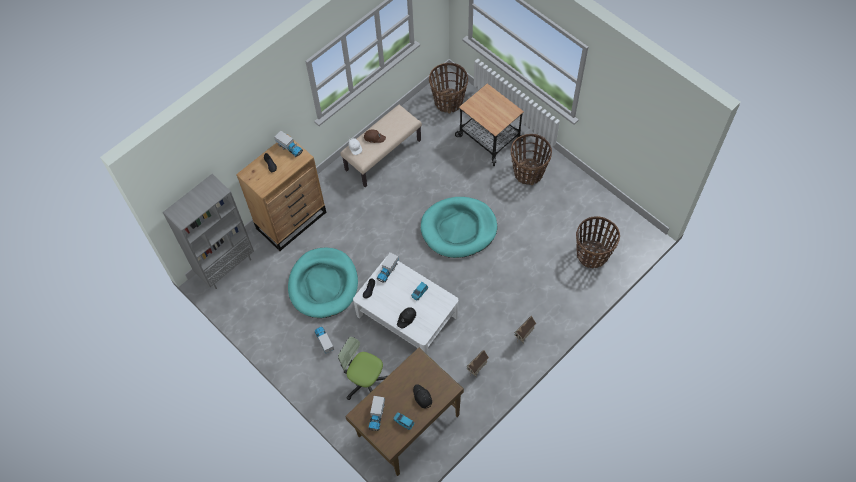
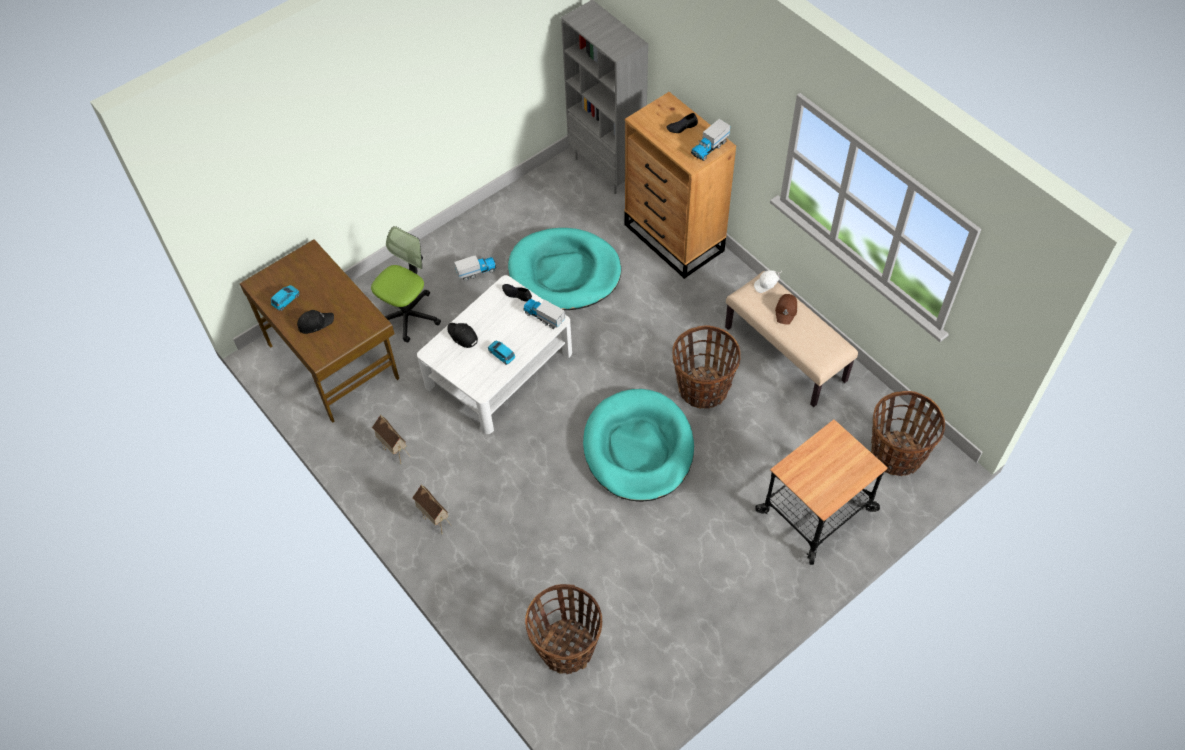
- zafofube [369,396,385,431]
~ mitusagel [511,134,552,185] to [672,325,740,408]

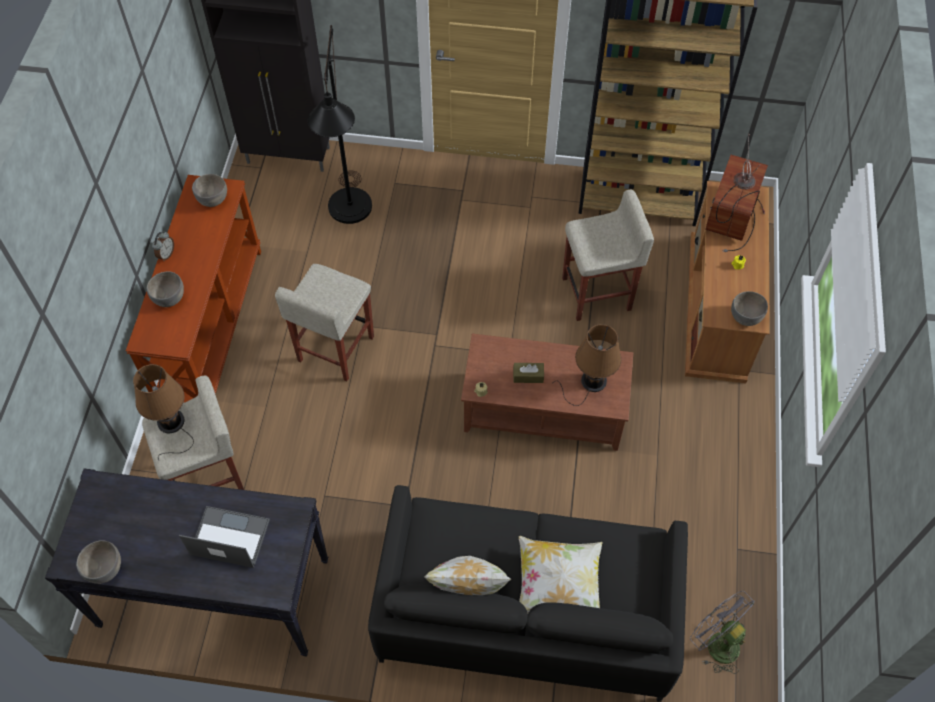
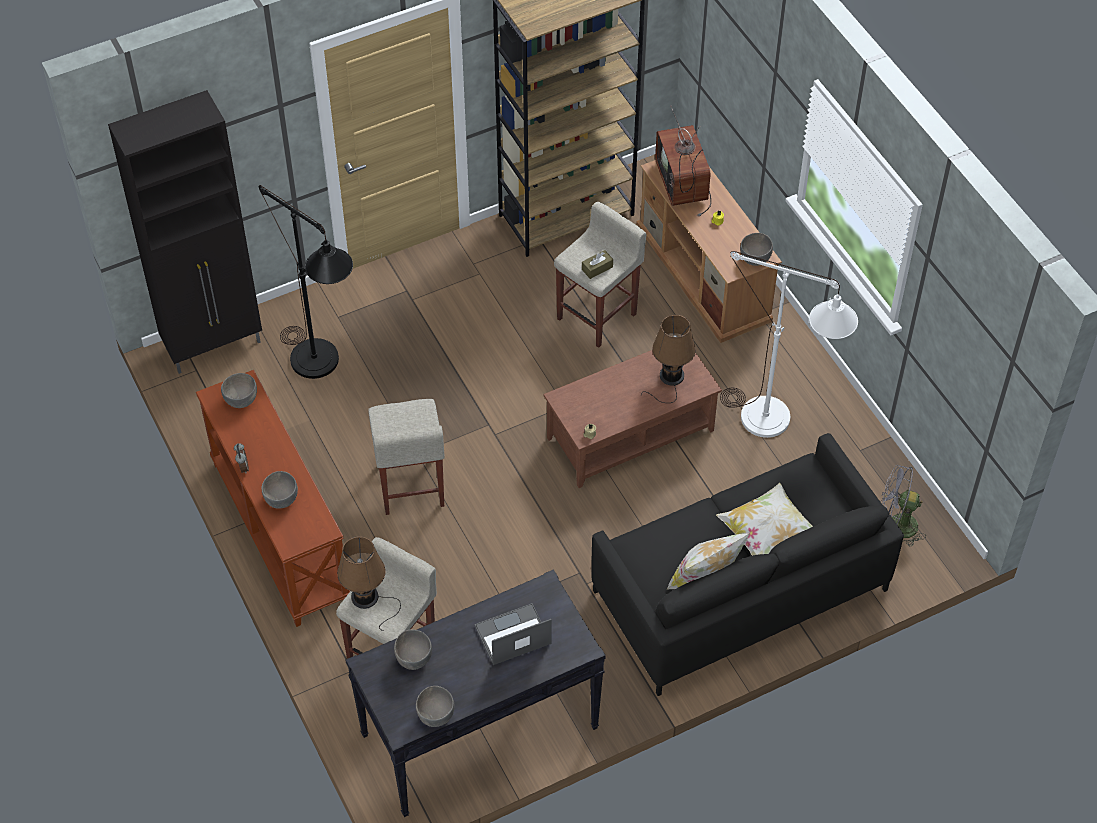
~ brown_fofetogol [513,363,544,383] to [582,250,613,279]
+ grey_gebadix [394,629,432,670]
+ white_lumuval [720,251,858,438]

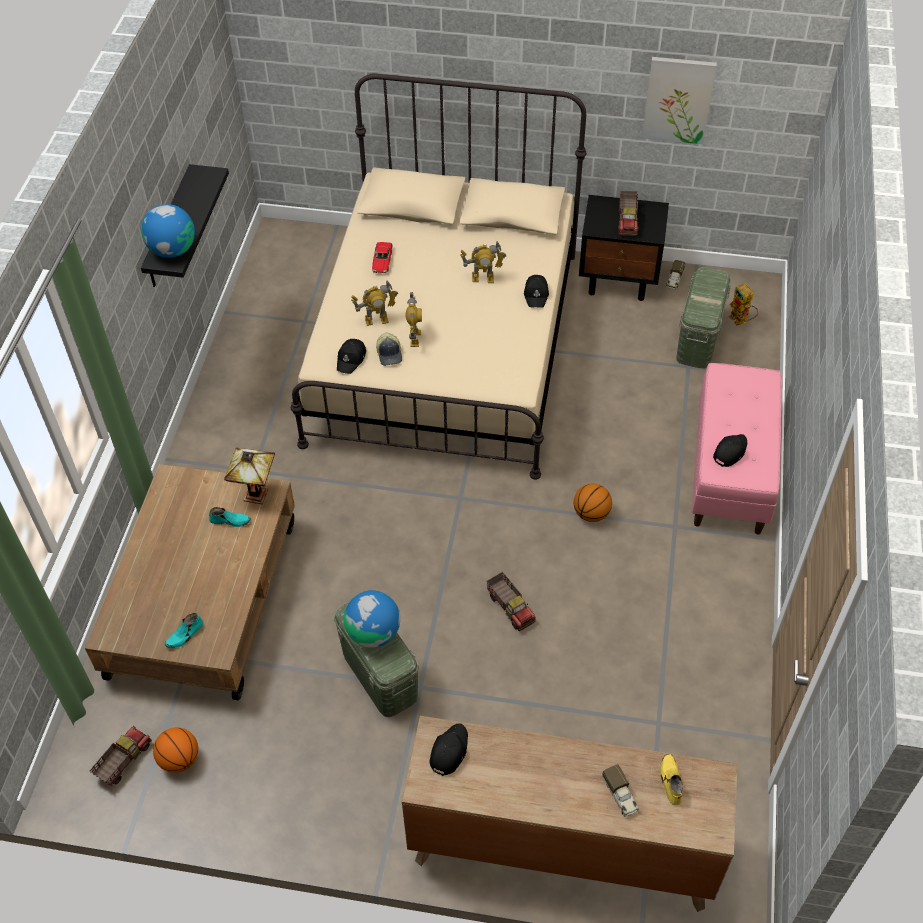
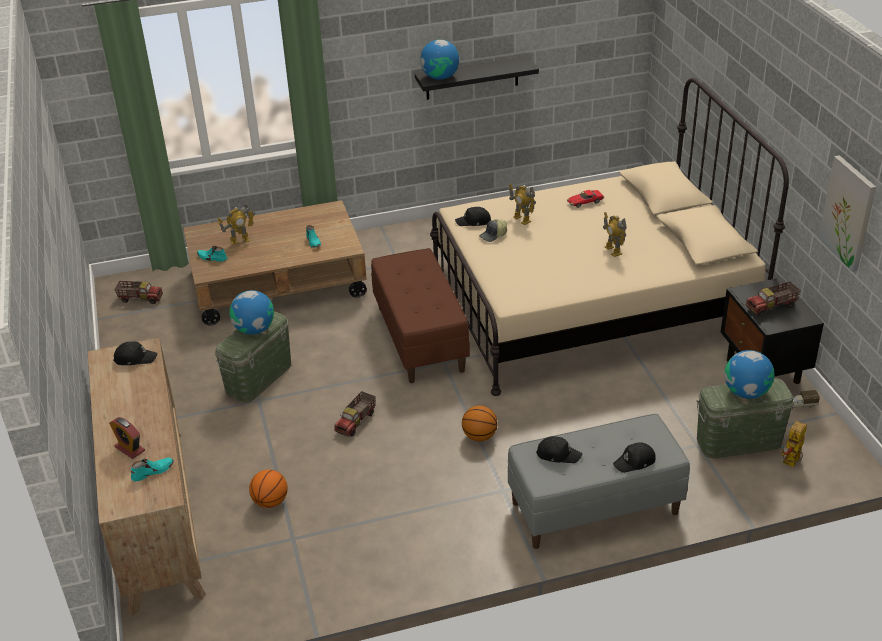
~ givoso [153,727,198,773] to [249,470,288,508]
- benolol [224,448,275,504]
~ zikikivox [405,292,422,347] to [217,203,255,245]
~ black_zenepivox [524,275,549,308] to [613,442,656,473]
~ zafofube [602,764,639,816] to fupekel [109,417,145,459]
~ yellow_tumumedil [660,754,683,805] to turquoise_tumumedil [131,457,174,481]
~ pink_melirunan [692,363,782,534] to grey_melirunan [508,414,690,549]
+ brown_melirunan [371,248,470,383]
+ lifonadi [724,350,775,399]

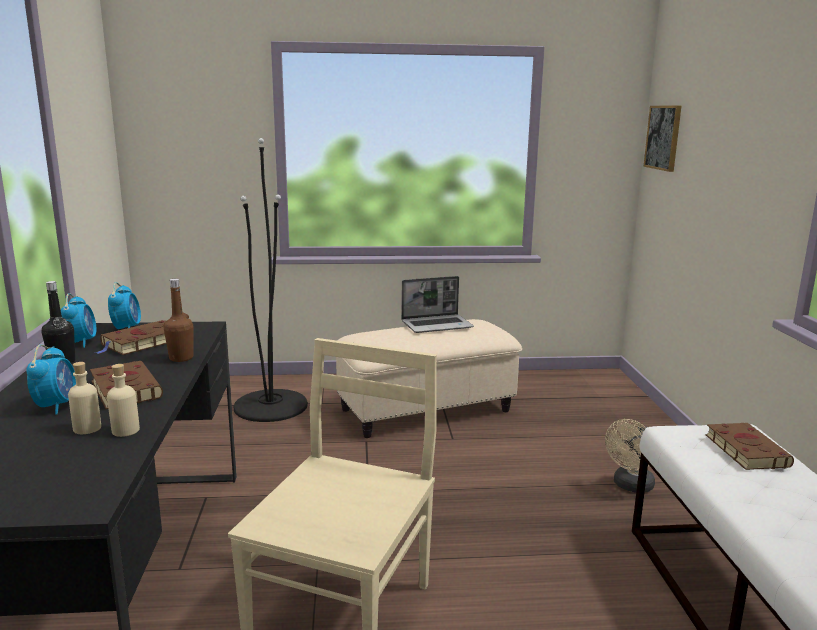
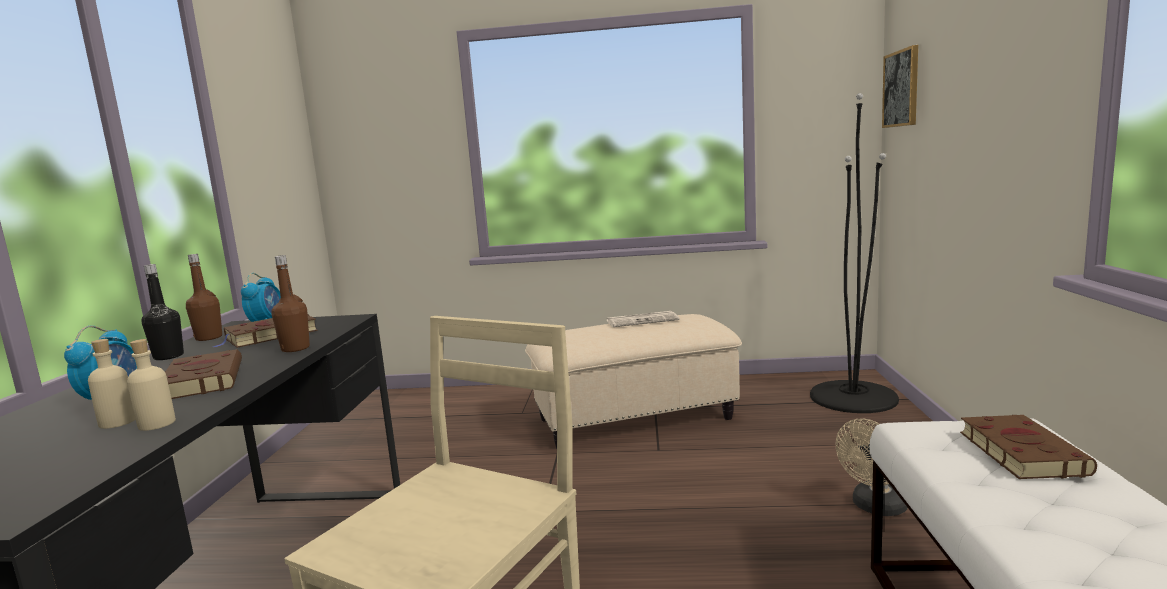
~ fupekel [61,293,96,348] to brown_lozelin [186,254,222,341]
~ black_lumuval [234,138,308,422] to [810,93,899,413]
~ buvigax [401,276,474,333] to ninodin [607,311,679,327]

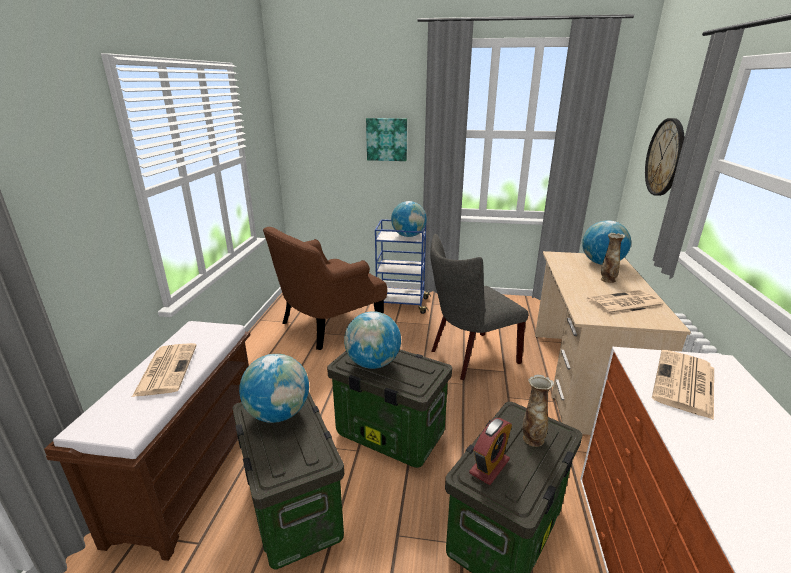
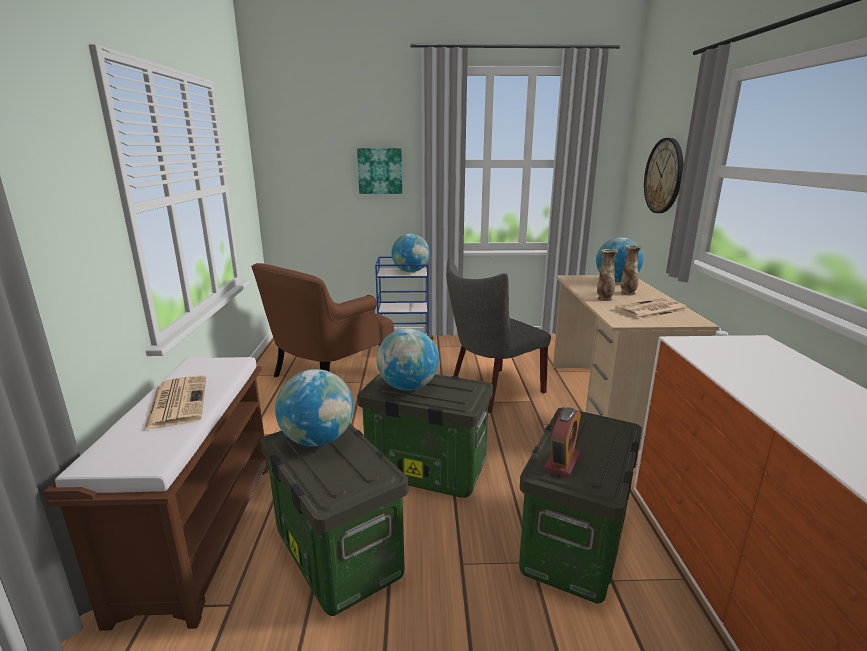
~ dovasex [522,375,554,447] to [597,249,618,301]
- ninodin [652,350,714,420]

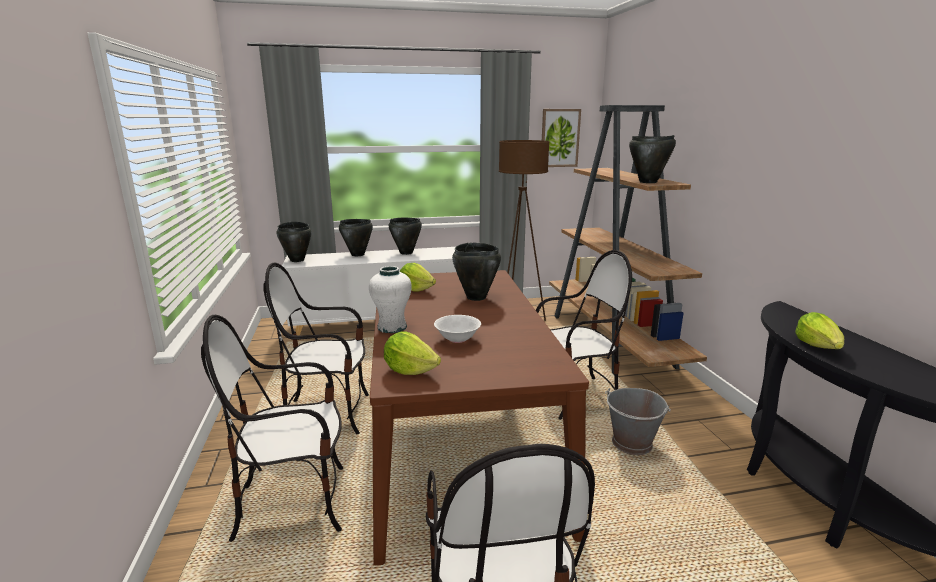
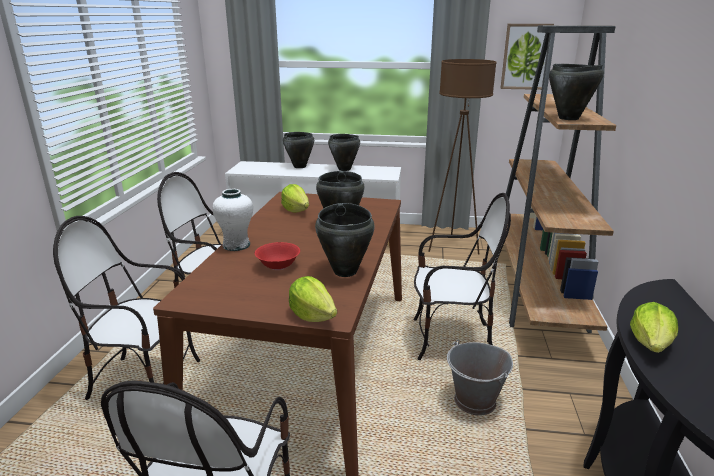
~ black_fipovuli [276,222,312,262] to [315,203,375,277]
~ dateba [384,331,441,375] to [289,276,337,322]
~ white_gebadix [434,315,481,343] to red_gebadix [255,242,300,270]

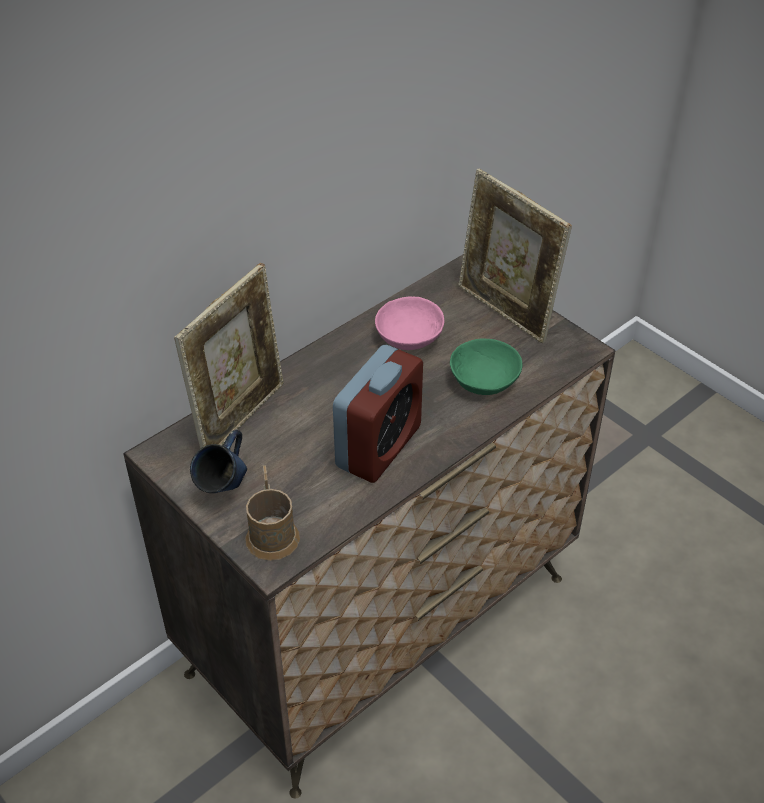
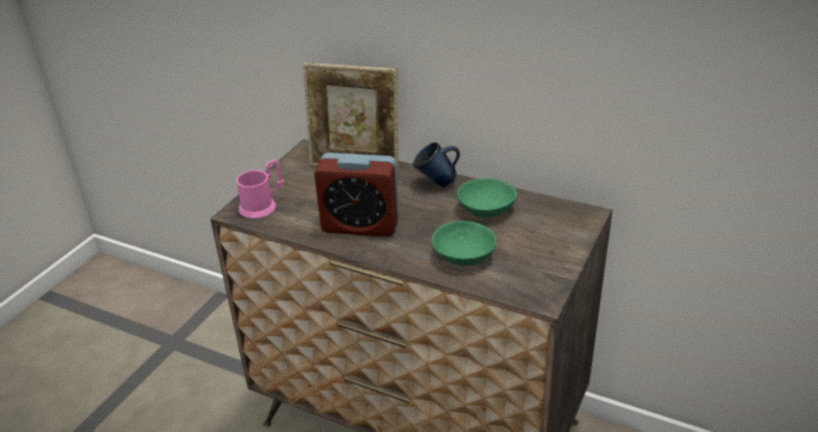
~ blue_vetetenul [190,430,247,493] to [413,142,460,187]
~ brown_vetetenul [245,465,300,561] to pink_vetetenul [236,160,284,218]
~ pink_gebadix [375,297,444,350] to green_gebadix [457,178,517,218]
- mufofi [459,169,572,344]

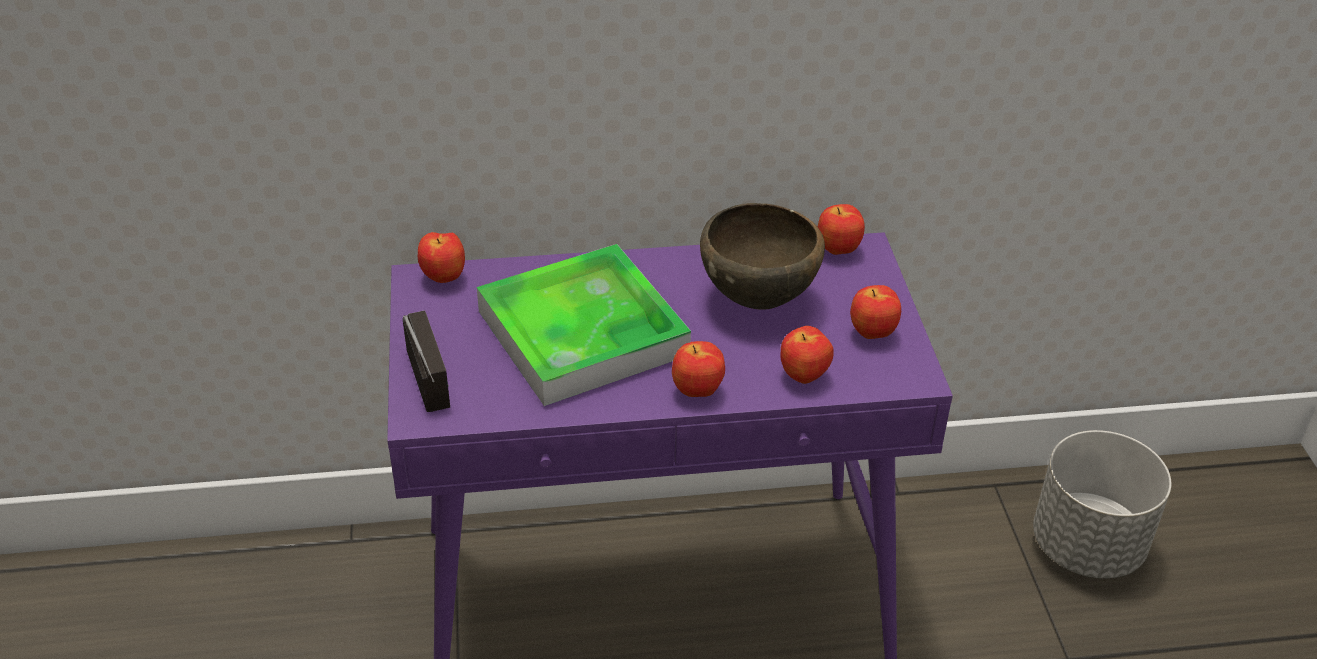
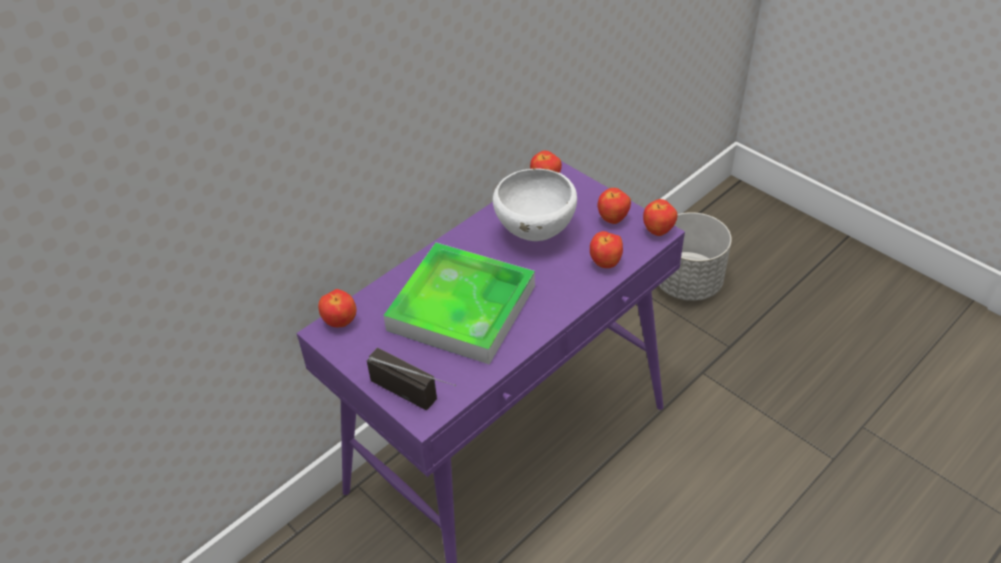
~ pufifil [672,341,725,397] to [643,199,677,236]
~ brown_gebadix [700,203,825,310] to white_gebadix [493,168,577,241]

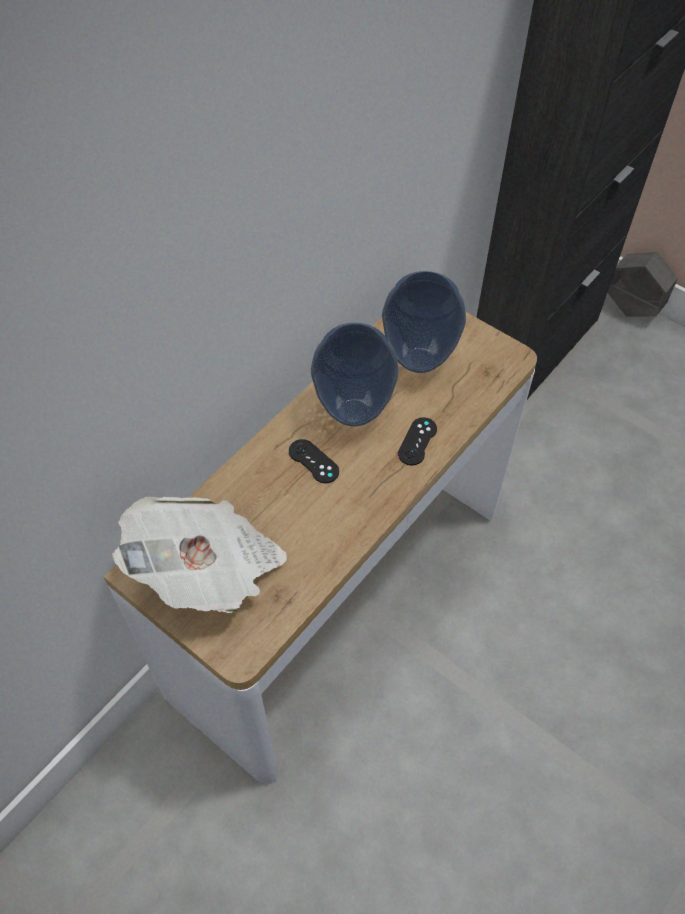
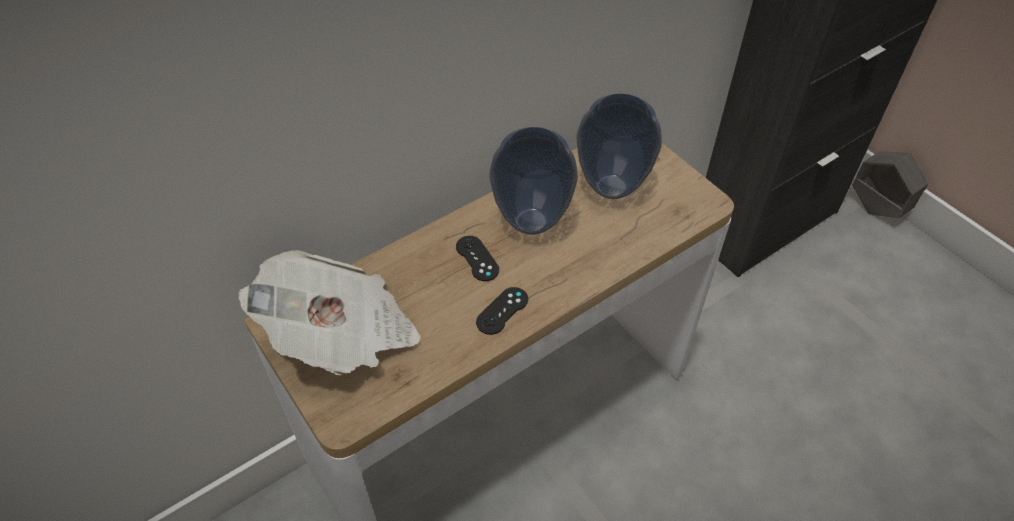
~ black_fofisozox [398,417,437,465] to [476,287,528,335]

